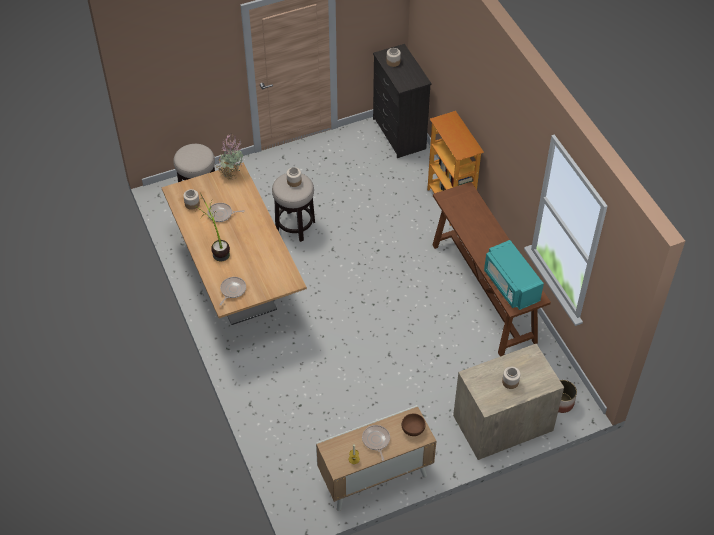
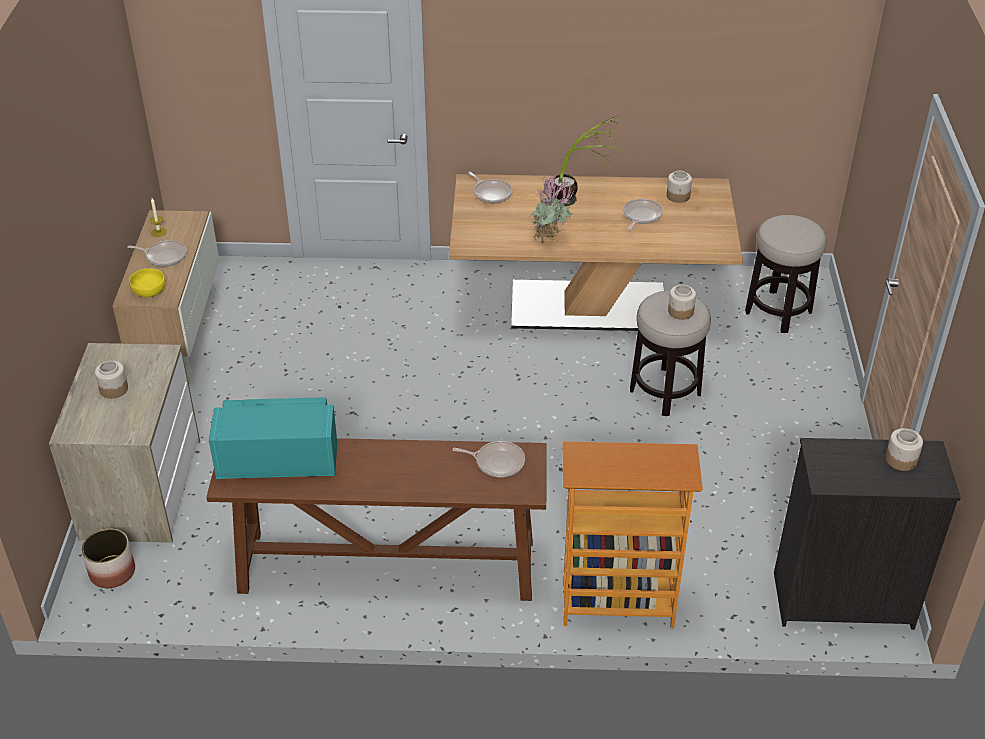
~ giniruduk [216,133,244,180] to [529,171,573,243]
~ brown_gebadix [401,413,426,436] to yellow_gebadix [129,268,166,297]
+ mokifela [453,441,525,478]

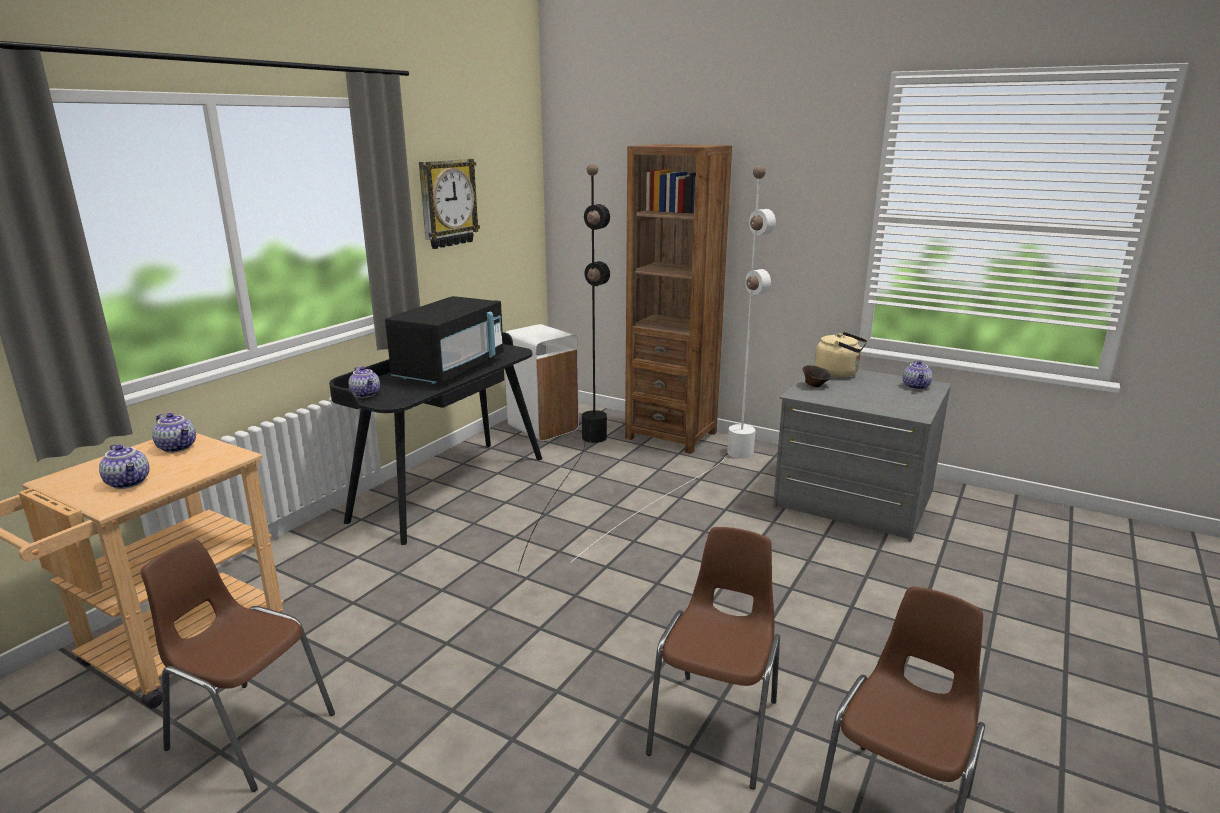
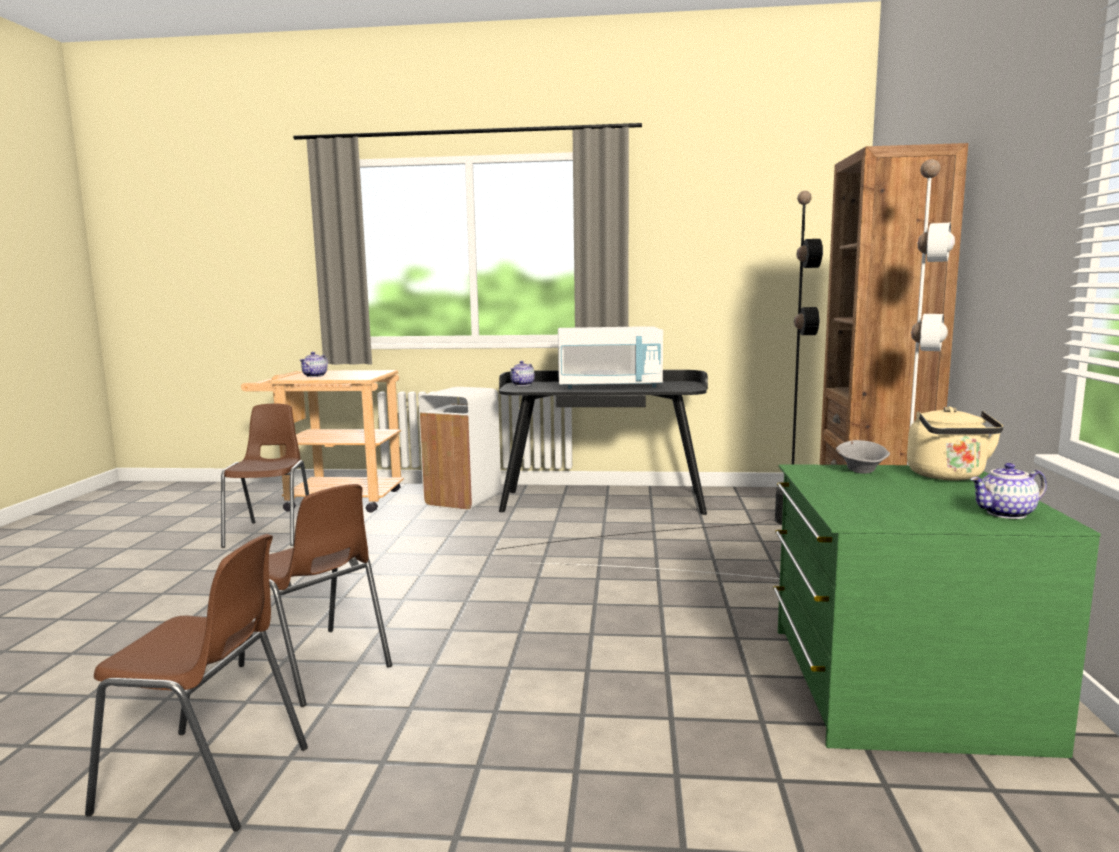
- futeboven [152,413,196,453]
~ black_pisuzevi [385,296,504,384] to white_pisuzevi [558,326,663,389]
- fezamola [419,159,480,249]
~ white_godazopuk [505,324,579,441] to [419,387,501,510]
~ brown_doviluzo [646,527,780,789] = [239,484,392,707] 45 degrees clockwise
~ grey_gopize [773,365,951,542] to green_gopize [773,464,1101,758]
~ brown_gebadix [803,365,832,387] to grey_gebadix [836,440,890,474]

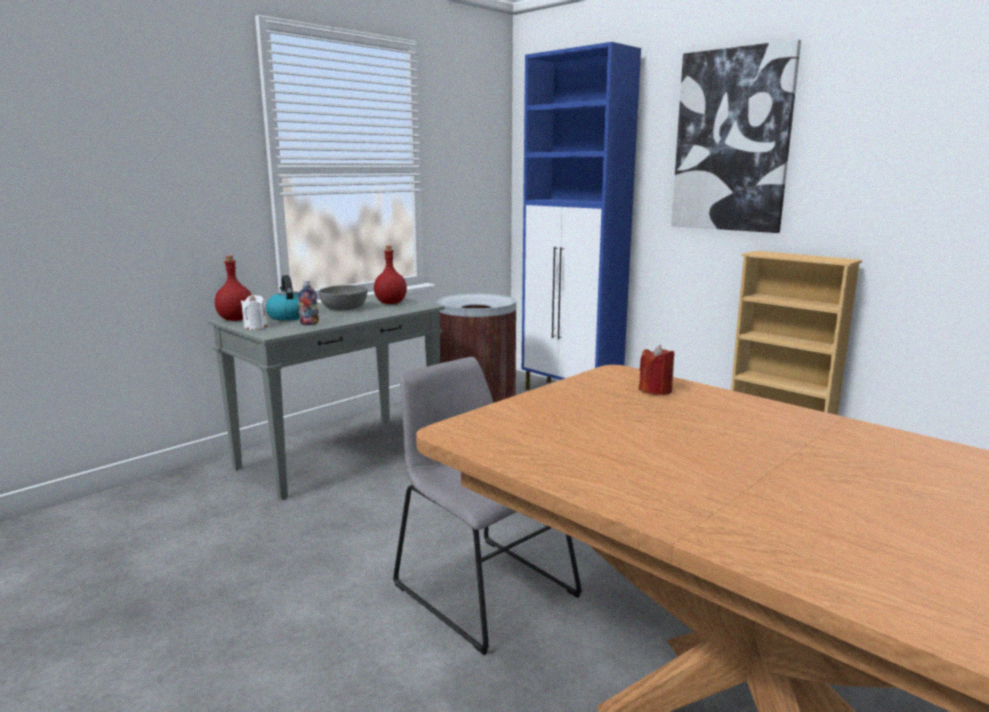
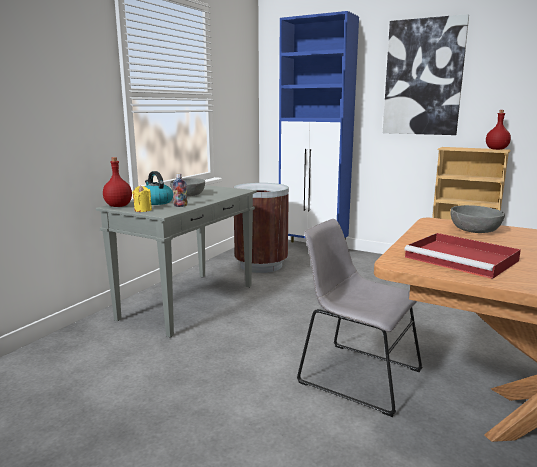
~ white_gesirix [241,294,268,330] to yellow_gesirix [132,185,152,212]
~ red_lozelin [374,246,407,304] to [486,110,511,150]
~ red_gesirix [639,345,674,395] to grey_gebadix [451,205,505,233]
+ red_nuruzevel [404,233,521,279]

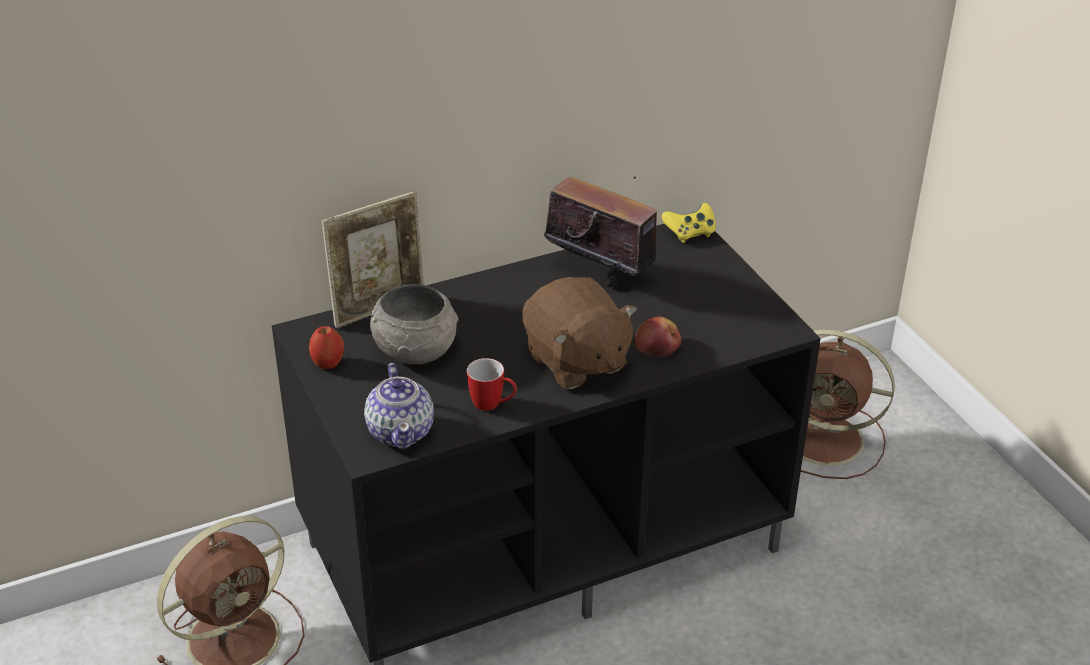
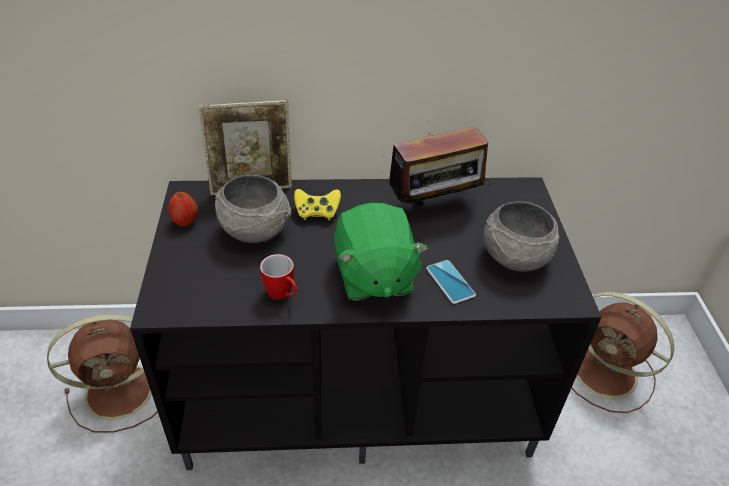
- futeboven [364,363,434,449]
~ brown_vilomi [523,277,637,389] to green_vilomi [334,203,428,301]
~ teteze [544,177,657,288] = [382,126,489,207] 105 degrees clockwise
~ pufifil [635,317,682,357] to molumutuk [426,260,476,304]
~ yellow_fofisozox [662,203,715,243] to [294,189,341,220]
+ grey_gebadix [484,201,560,272]

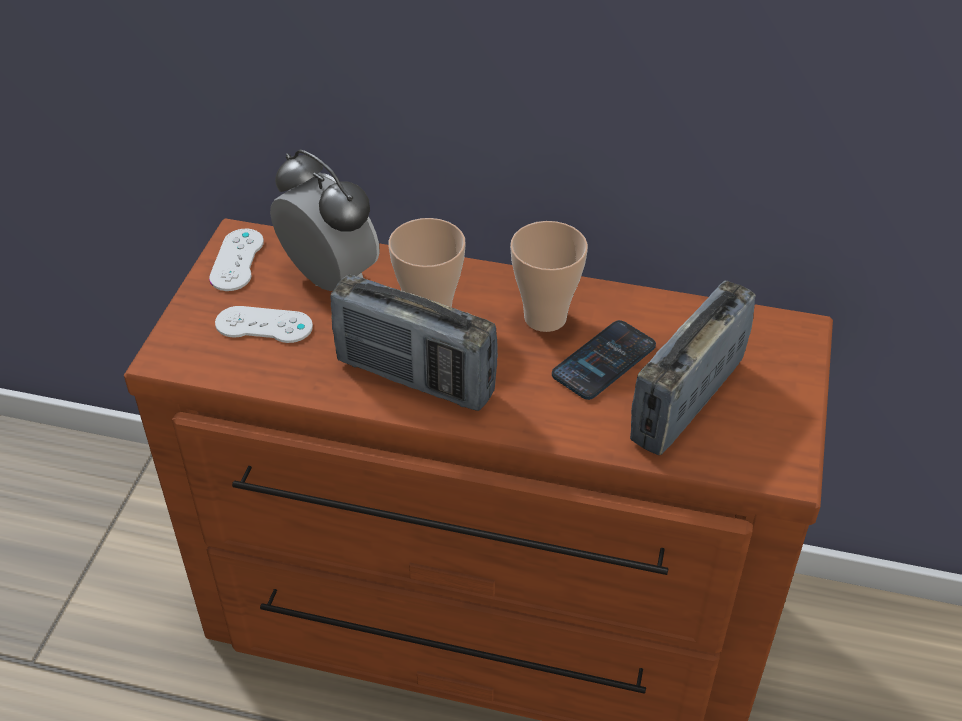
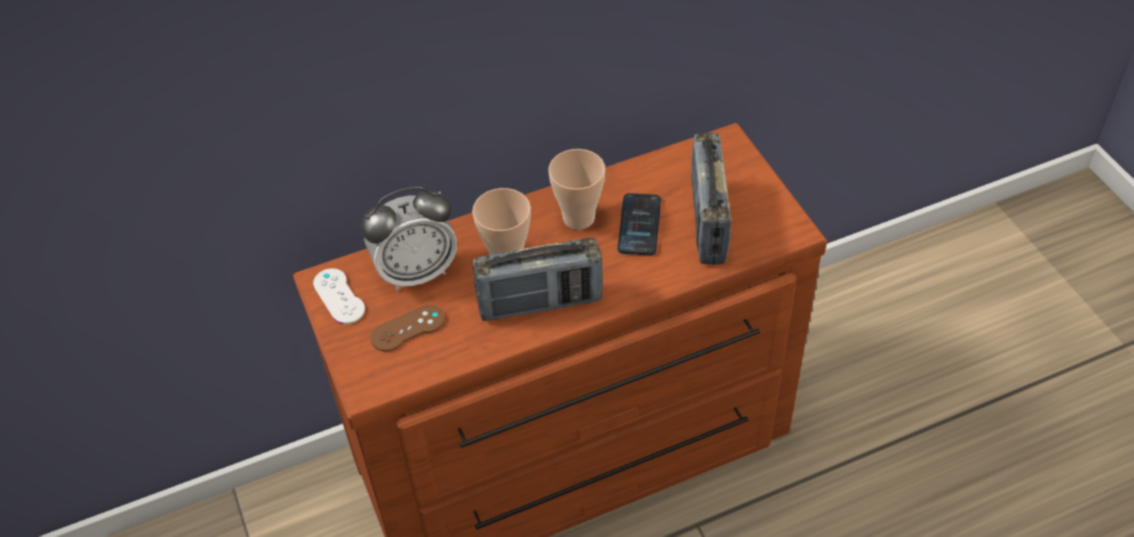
~ white_fofisozox [215,306,313,343] to brown_fofisozox [370,305,445,352]
~ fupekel [270,150,380,291] = [361,186,457,290] 150 degrees clockwise

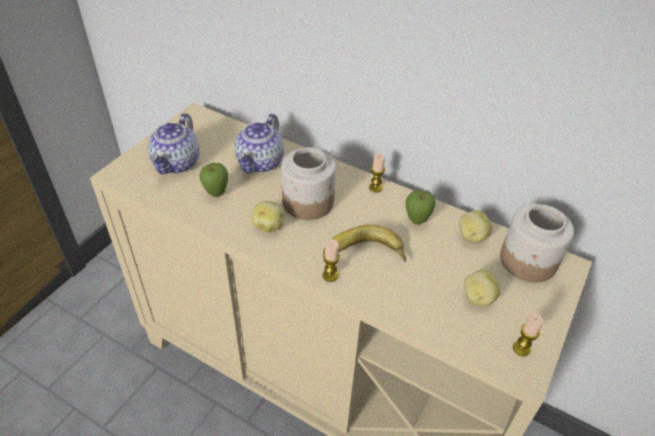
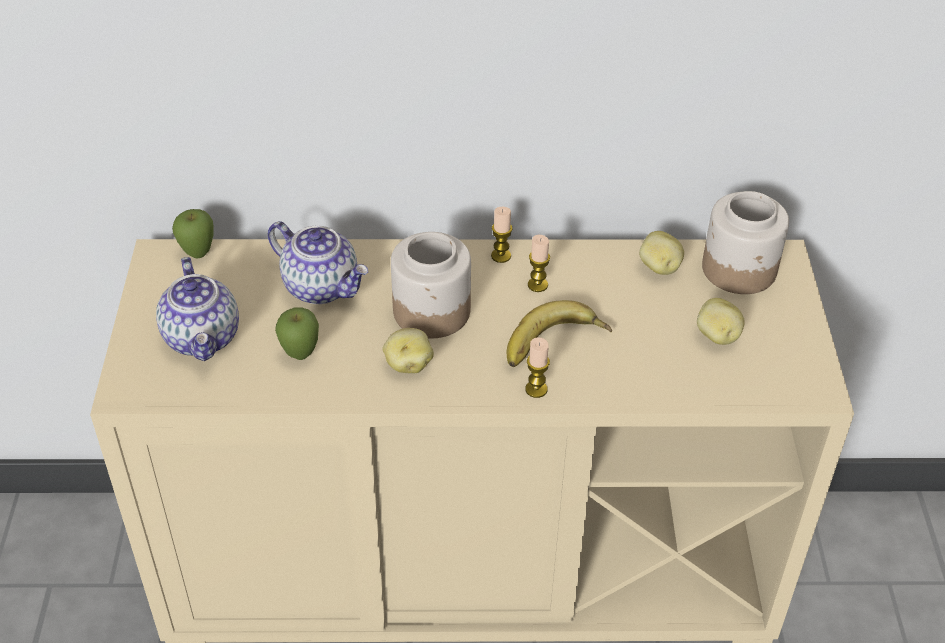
~ futeboven [234,114,284,173] = [268,221,368,304] 45 degrees counterclockwise
~ pufifil [406,190,436,225] to [172,209,214,258]
~ gesirix [513,313,544,356] to [528,235,550,292]

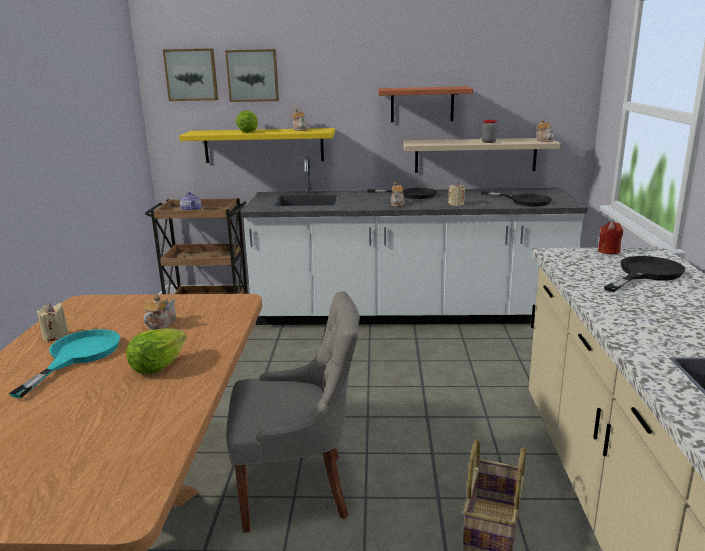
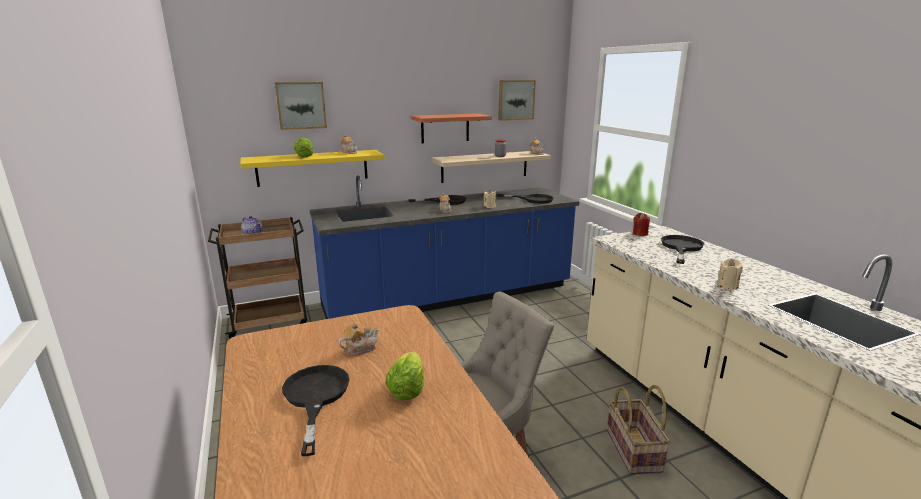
~ turquoise_mokifela [9,329,120,398] to black_mokifela [282,365,350,456]
~ beige_gesirix [37,302,69,342] to [717,258,743,290]
~ futeboven [143,295,177,330] = [338,323,379,356] 60 degrees clockwise
~ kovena [163,48,218,101] to [498,80,536,121]
~ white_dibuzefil [241,156,588,325] to blue_dibuzefil [310,175,580,319]

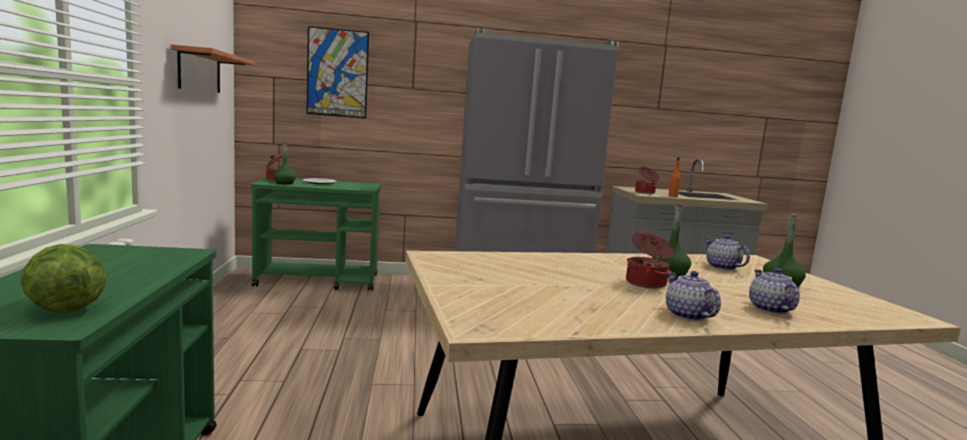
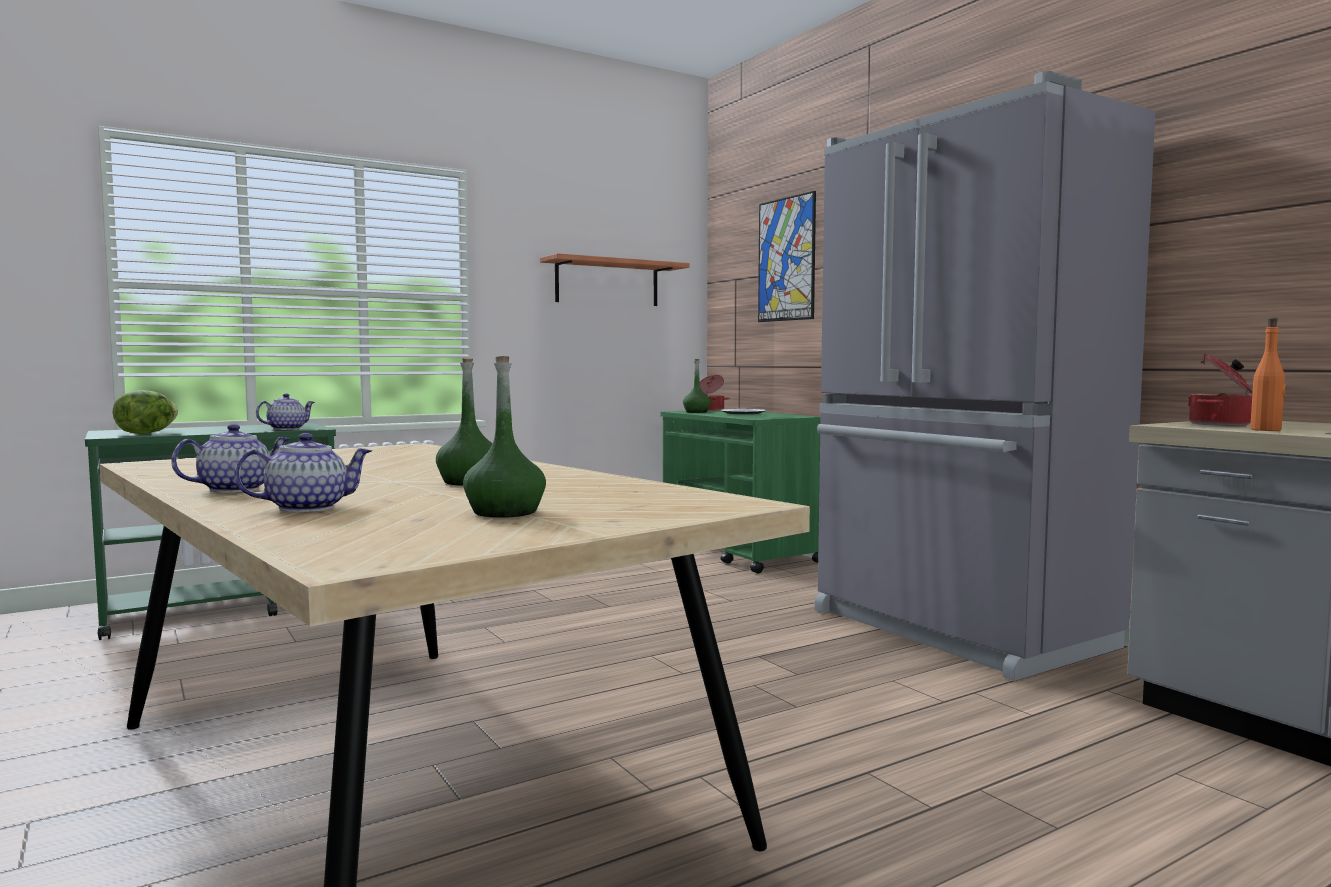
- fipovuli [626,232,675,289]
~ futeboven [704,235,750,270] to [256,393,315,430]

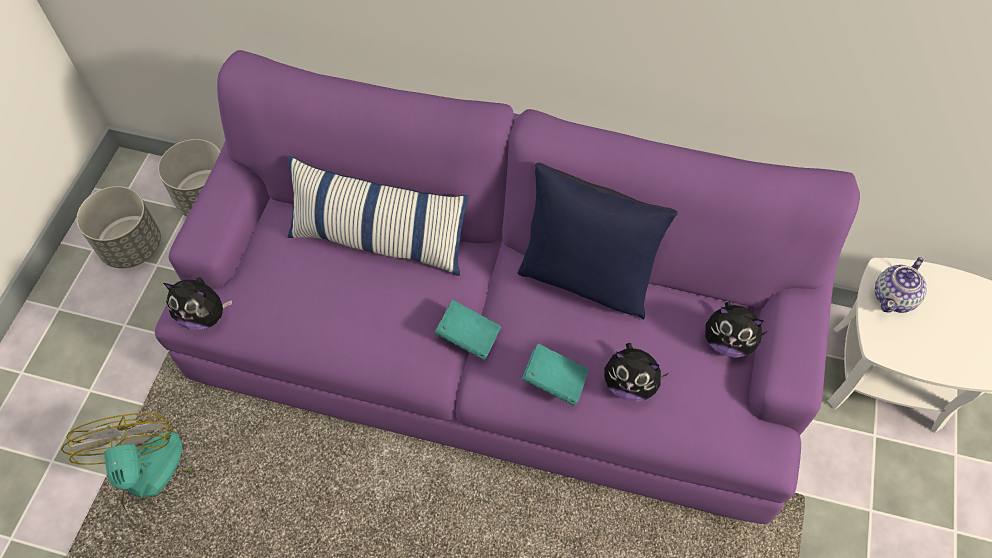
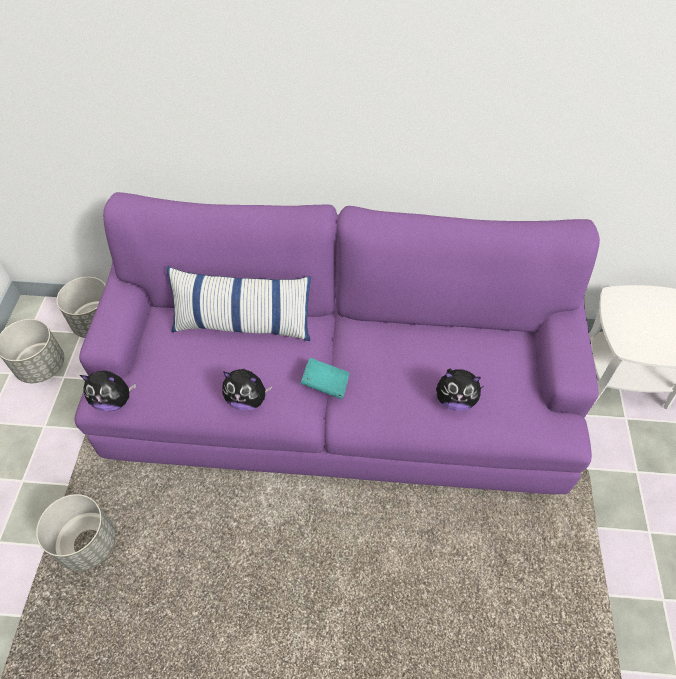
~ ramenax [61,413,195,531] to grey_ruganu [36,494,115,571]
- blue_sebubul [517,163,678,320]
- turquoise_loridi [522,343,588,406]
~ vilomi [705,302,766,358] to [222,369,272,410]
- futeboven [875,257,927,313]

